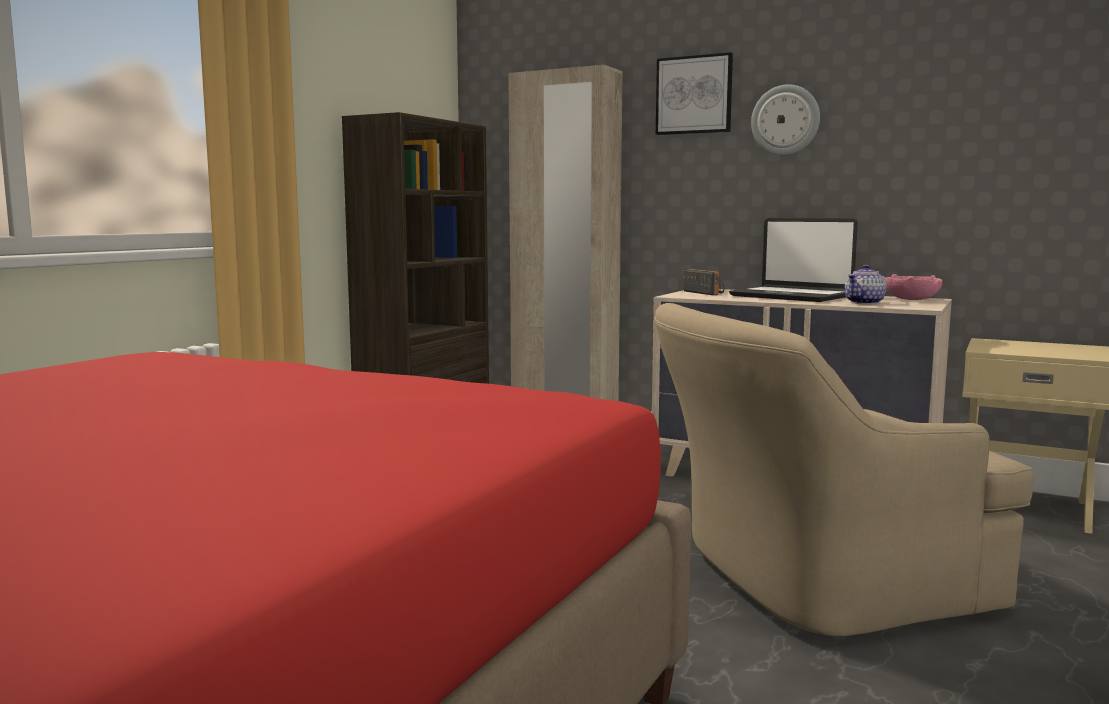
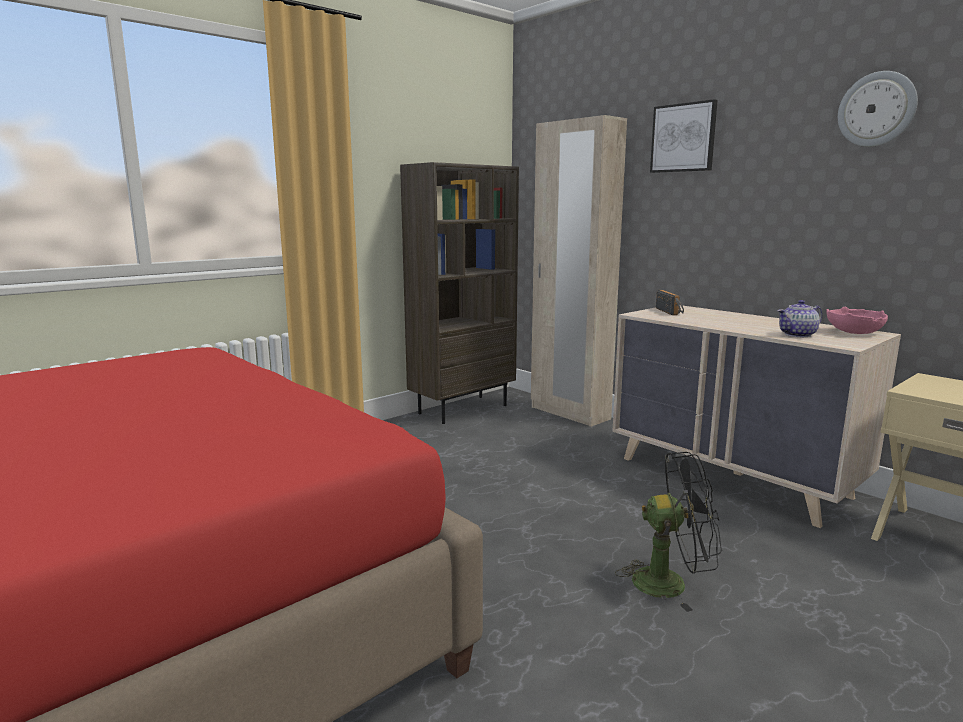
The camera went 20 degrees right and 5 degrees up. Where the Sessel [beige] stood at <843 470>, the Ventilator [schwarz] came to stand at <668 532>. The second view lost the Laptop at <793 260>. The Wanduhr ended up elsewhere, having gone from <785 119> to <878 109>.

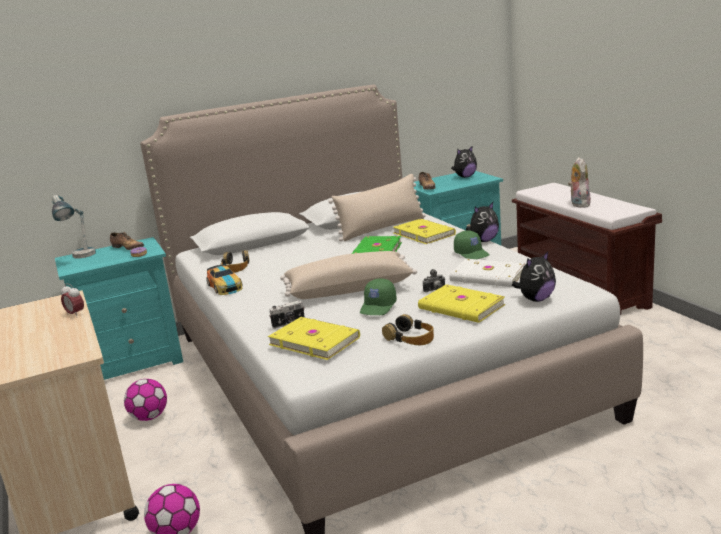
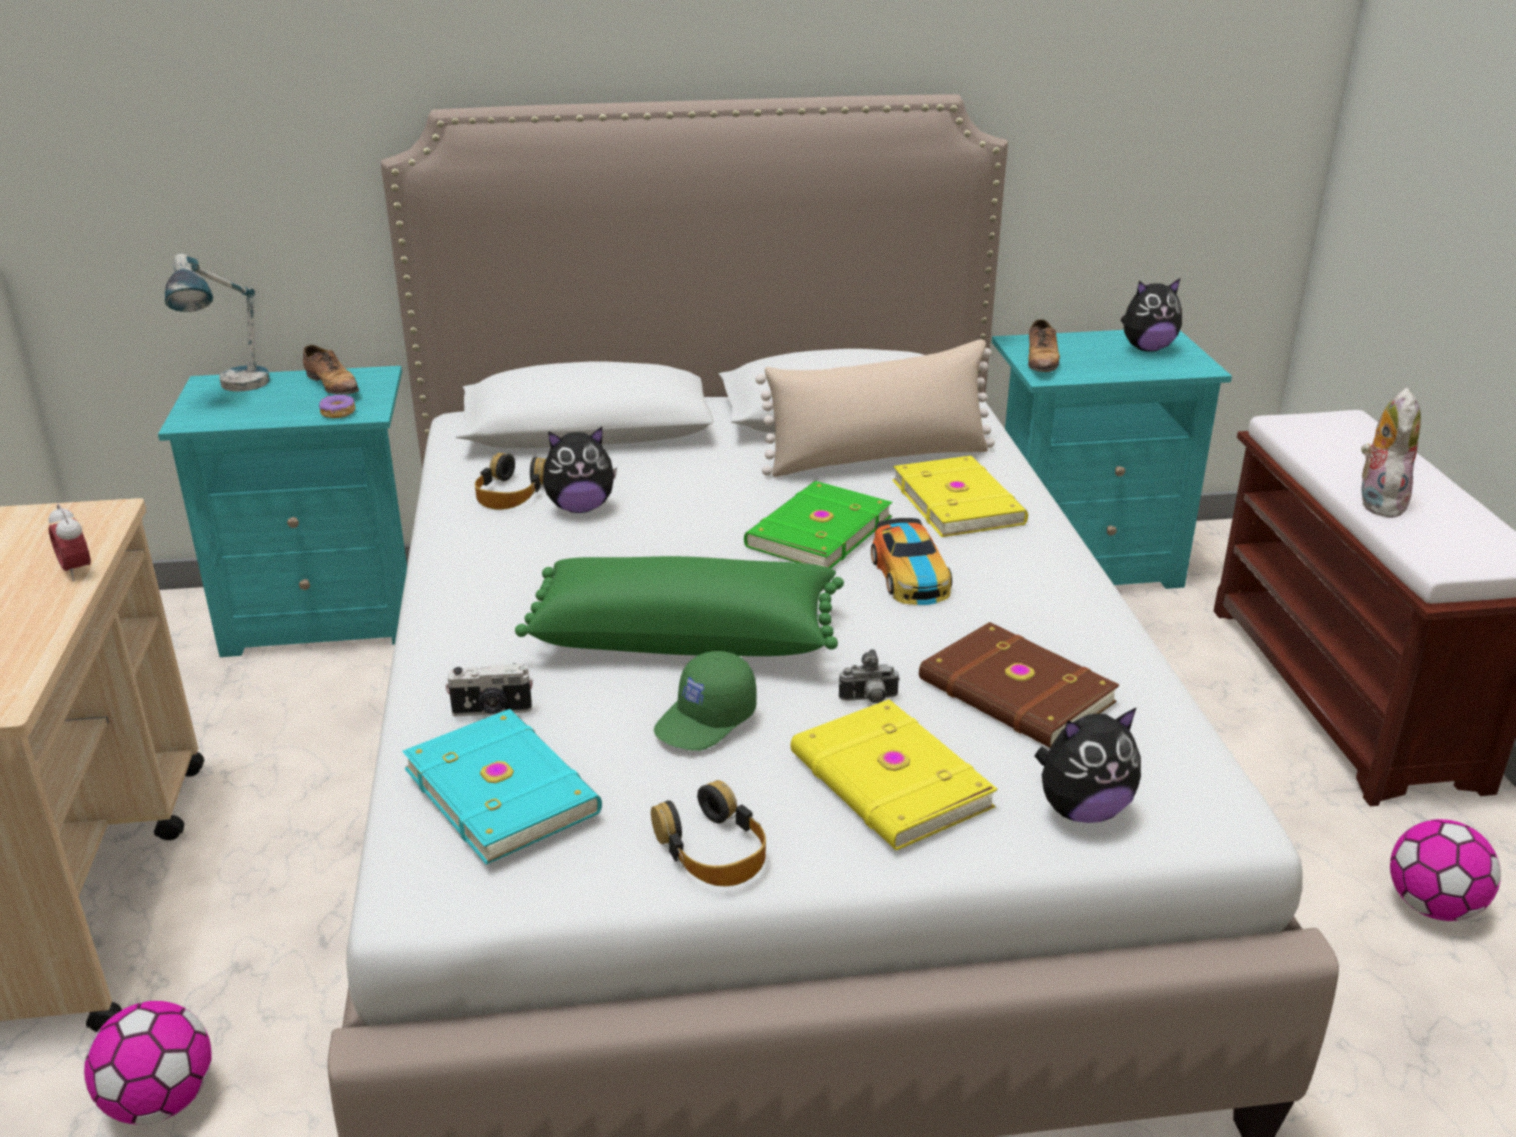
The camera went 15 degrees right and 10 degrees up. The Fußball ended up elsewhere, having gone from <145 400> to <1445 870>. The Spielzeugauto ended up elsewhere, having gone from <224 279> to <911 561>. What was the Buch [gelb] at <314 338> turned into the Buch [türkis] at <502 787>. What was the Kissen [beige] at <348 275> turned into the Kissen [grün] at <679 606>. What was the Buch [weiß] at <487 273> turned into the Buch [braun] at <1019 685>. The second view lost the Kappe [grün] at <471 244>. The Plüschtier ended up elsewhere, having gone from <482 222> to <580 470>.

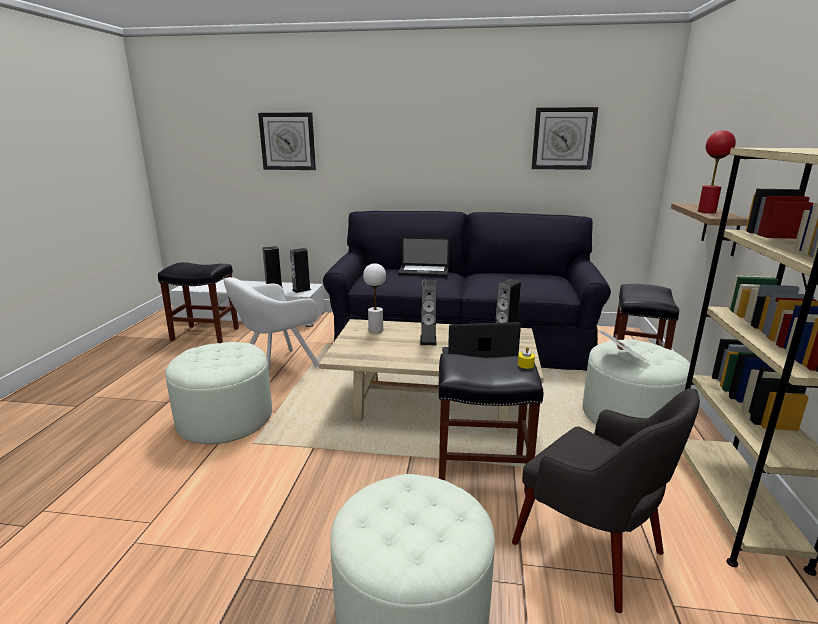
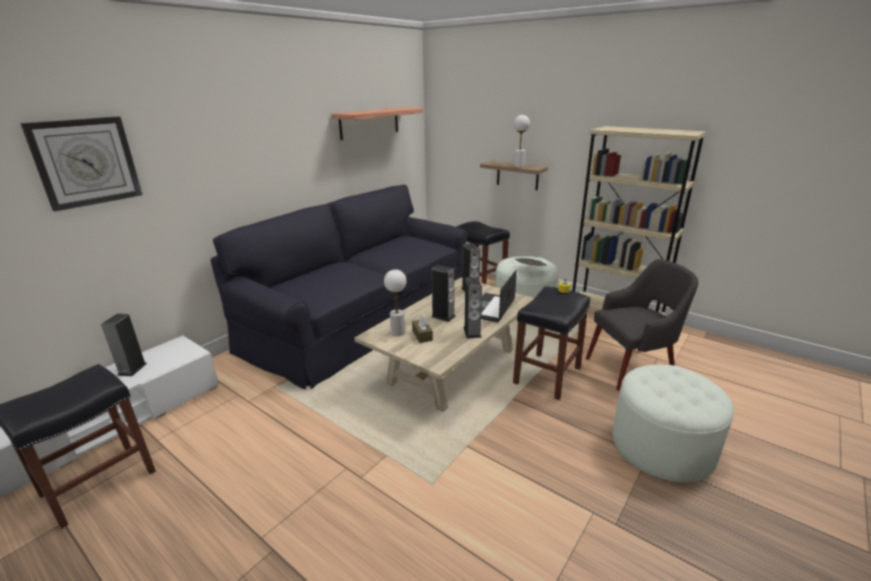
The camera went 60 degrees left and 5 degrees up. The second view lost the Polsterhocker [weiß] at <218 393>. The second view lost the Sessel [weiß] at <271 325>. The Lautsprecher ended up elsewhere, having gone from <300 270> to <472 307>. The second view lost the Laptop at <424 257>. Where the Wanduhr hung at <565 138>, the Wandregal came to hang at <377 123>. What was the Tischlampe [rot] at <717 171> turned into the Tischlampe [weiß] at <522 141>. The second view gained the Taschentuchbox [braun] at <422 329>.

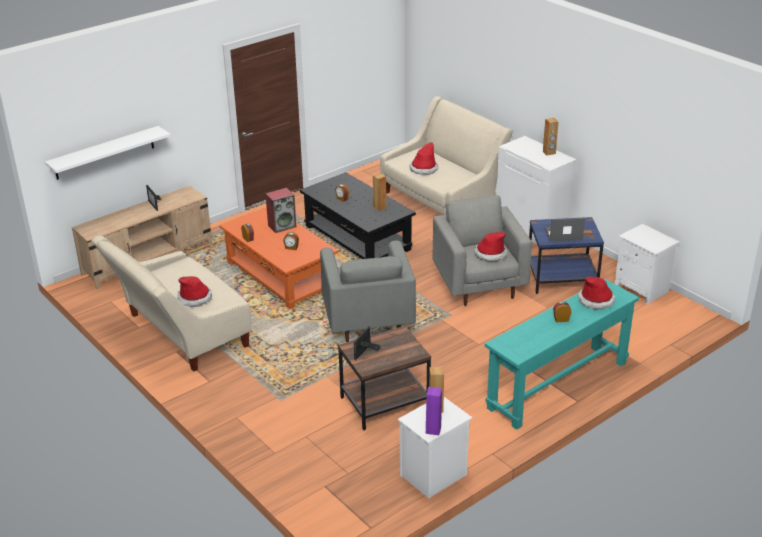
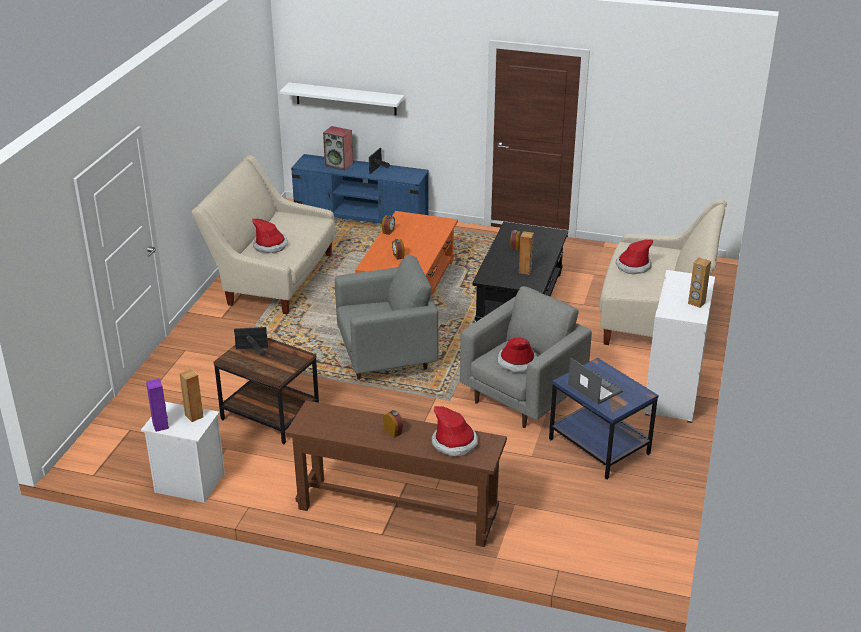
The camera went 55 degrees right and 0 degrees up. What was the Fernsehschrank [beige] at <142 237> turned into the Fernsehschrank [blau] at <360 189>. The Lautsprecher ended up elsewhere, having gone from <280 210> to <338 148>. The Sessel [grau] at <368 291> ended up facing another way, 150 degrees counterclockwise from before. What was the Konsolentisch [türkis] at <562 354> turned into the Konsolentisch [braun] at <396 473>. The second view lost the Nachttisch [weiß] at <647 264>.

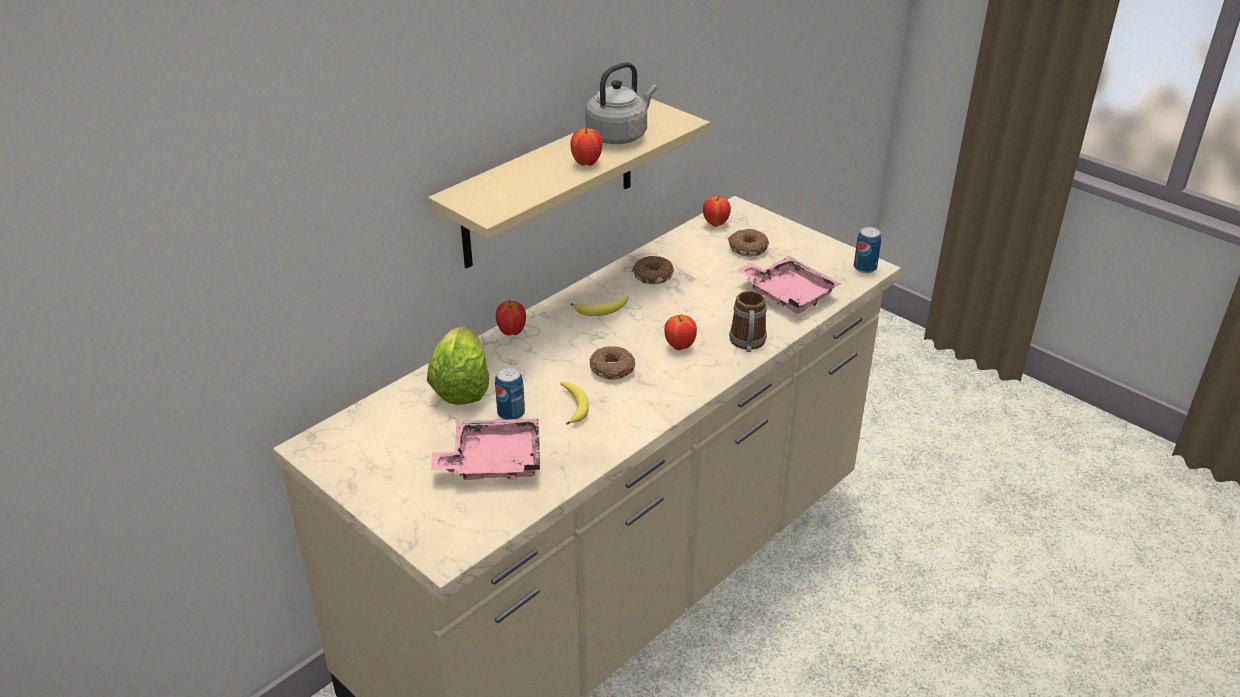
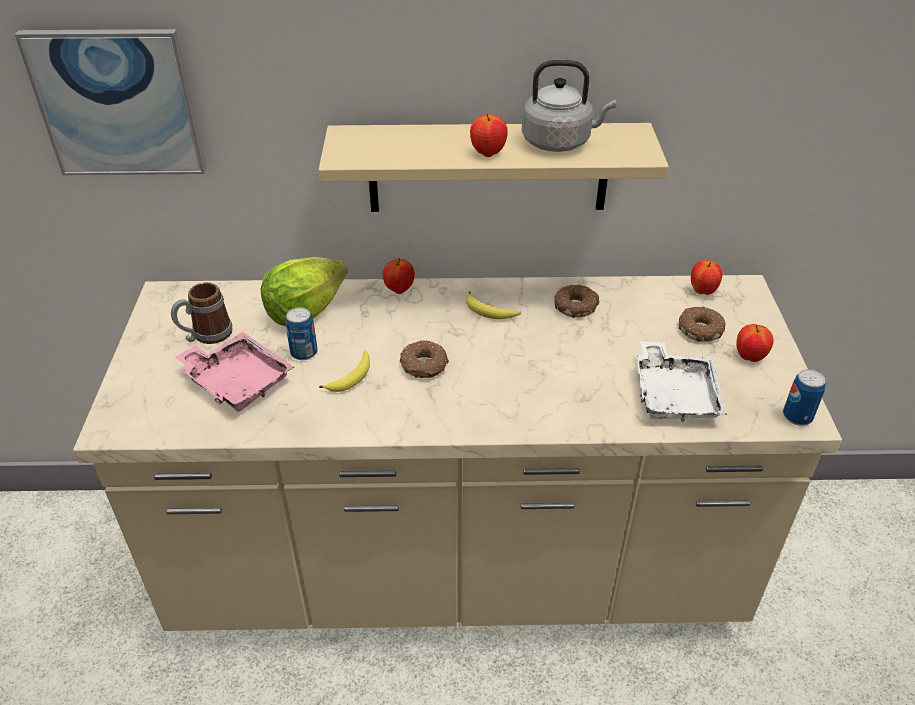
The camera went 45 degrees right and 5 degrees up. The Apfel ended up elsewhere, having gone from <680 332> to <755 343>. The Henkelbecher ended up elsewhere, having gone from <748 321> to <201 313>. What was the Tablett [rosa] at <788 284> turned into the Tablett [weiß] at <681 381>. The second view gained the Bild at <110 102>.

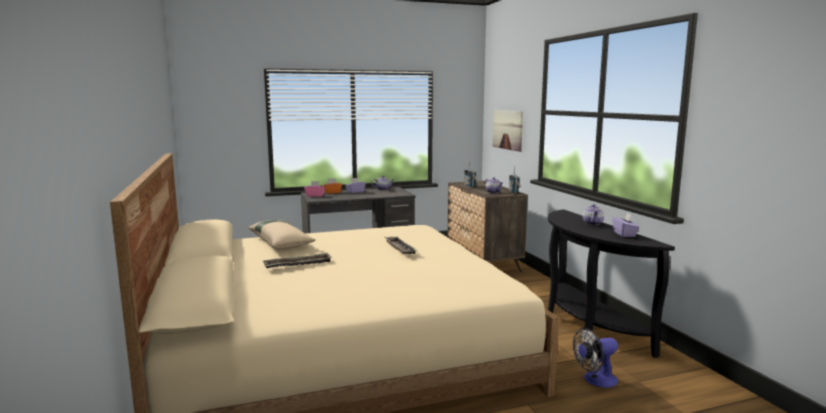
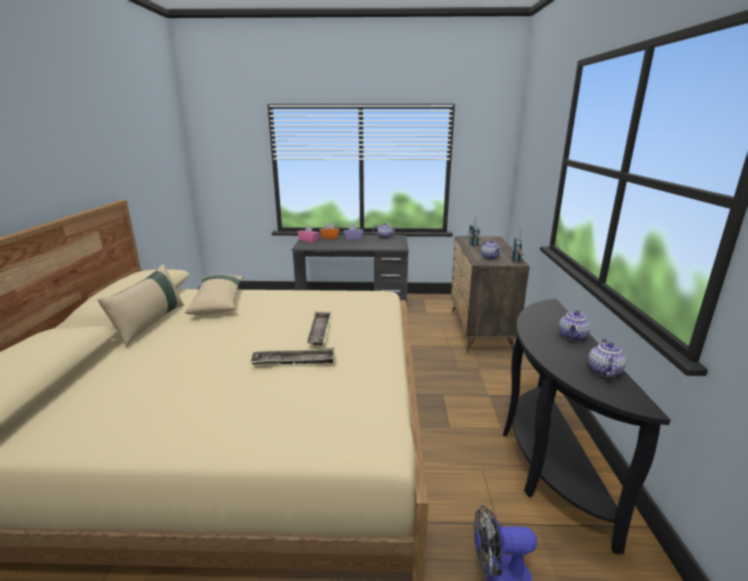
The camera went 20 degrees right and 10 degrees up. The Tablett ended up elsewhere, having gone from <297 260> to <292 356>. The second view lost the Bild at <508 131>. Where the Taschentuchbox [lila] stood at <626 225>, the Teekanne came to stand at <607 357>. The second view gained the Kissen [beige] at <140 305>.

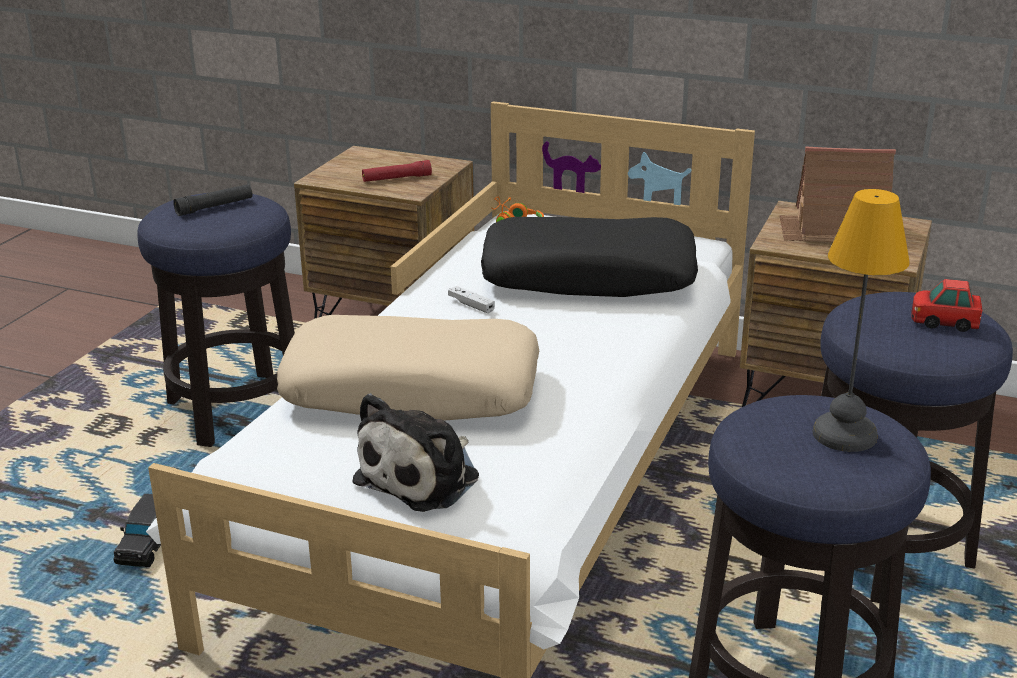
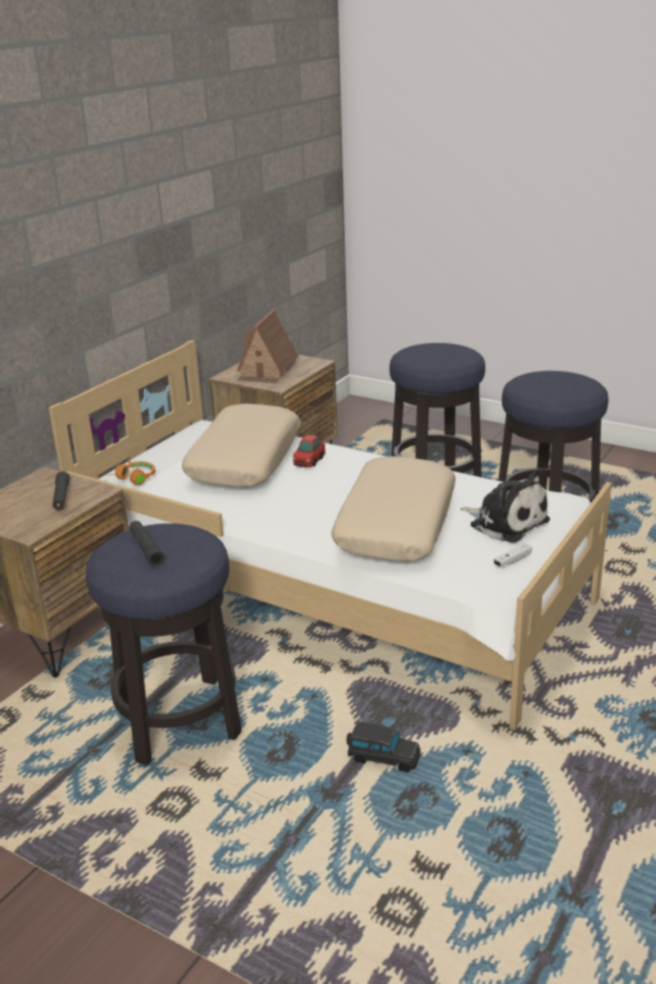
The camera went 80 degrees left and 0 degrees up. What was the Taschenlampe [rot] at <397 171> turned into the Taschenlampe [schwarz] at <61 490>. The Gamepad [weiß] ended up elsewhere, having gone from <471 299> to <513 555>. What was the Kissen [schwarz] at <589 257> turned into the Kissen [beige] at <241 445>. The second view lost the Tischlampe at <861 320>. The Spielzeugauto ended up elsewhere, having gone from <946 305> to <309 451>.

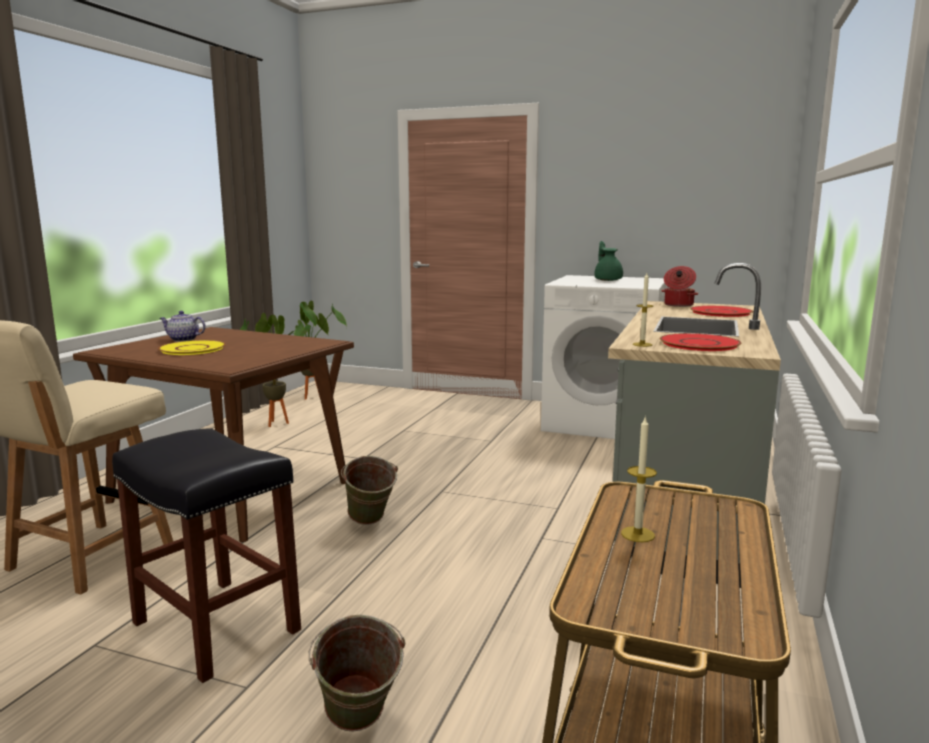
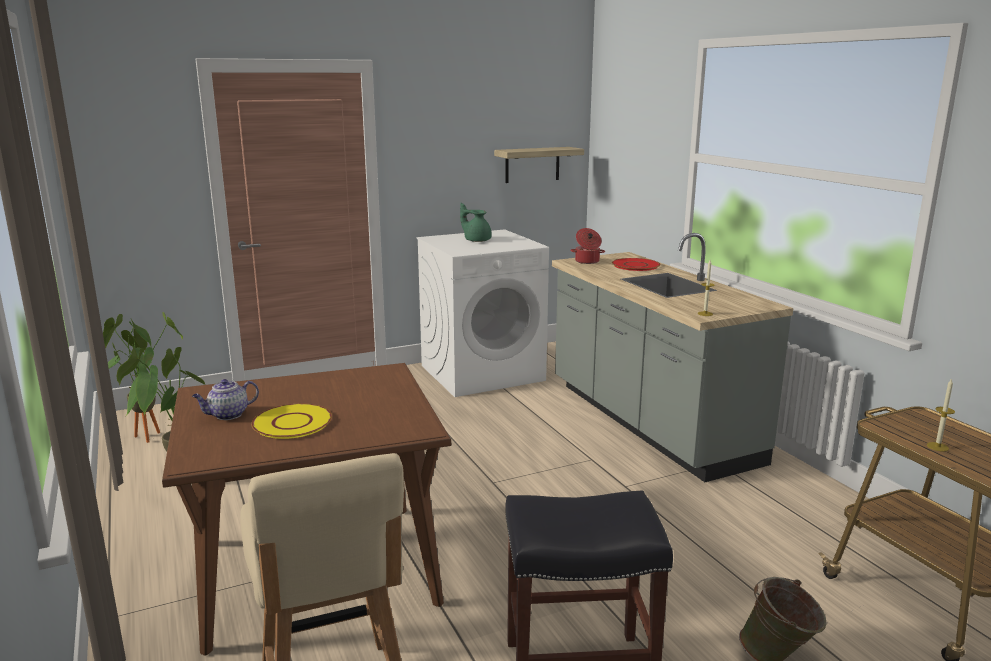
The camera went 45 degrees left and 5 degrees up. The second view lost the Eimer [grün] at <369 490>. The second view lost the Teller [rot] at <700 342>. The second view gained the Wandregal at <539 165>.

